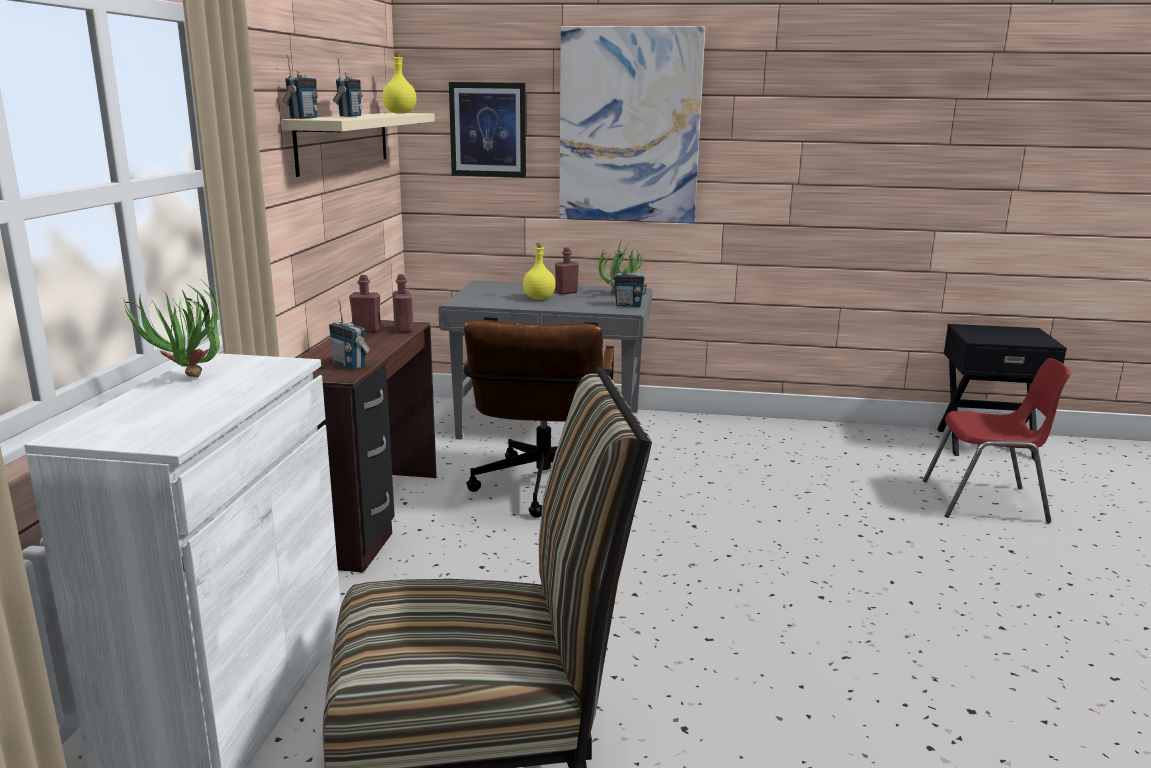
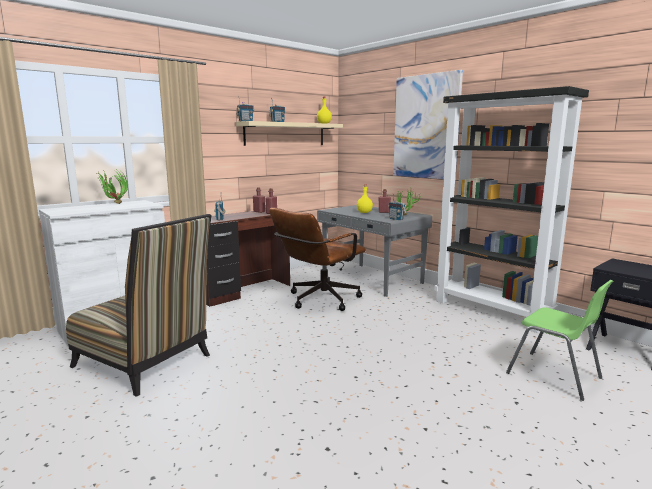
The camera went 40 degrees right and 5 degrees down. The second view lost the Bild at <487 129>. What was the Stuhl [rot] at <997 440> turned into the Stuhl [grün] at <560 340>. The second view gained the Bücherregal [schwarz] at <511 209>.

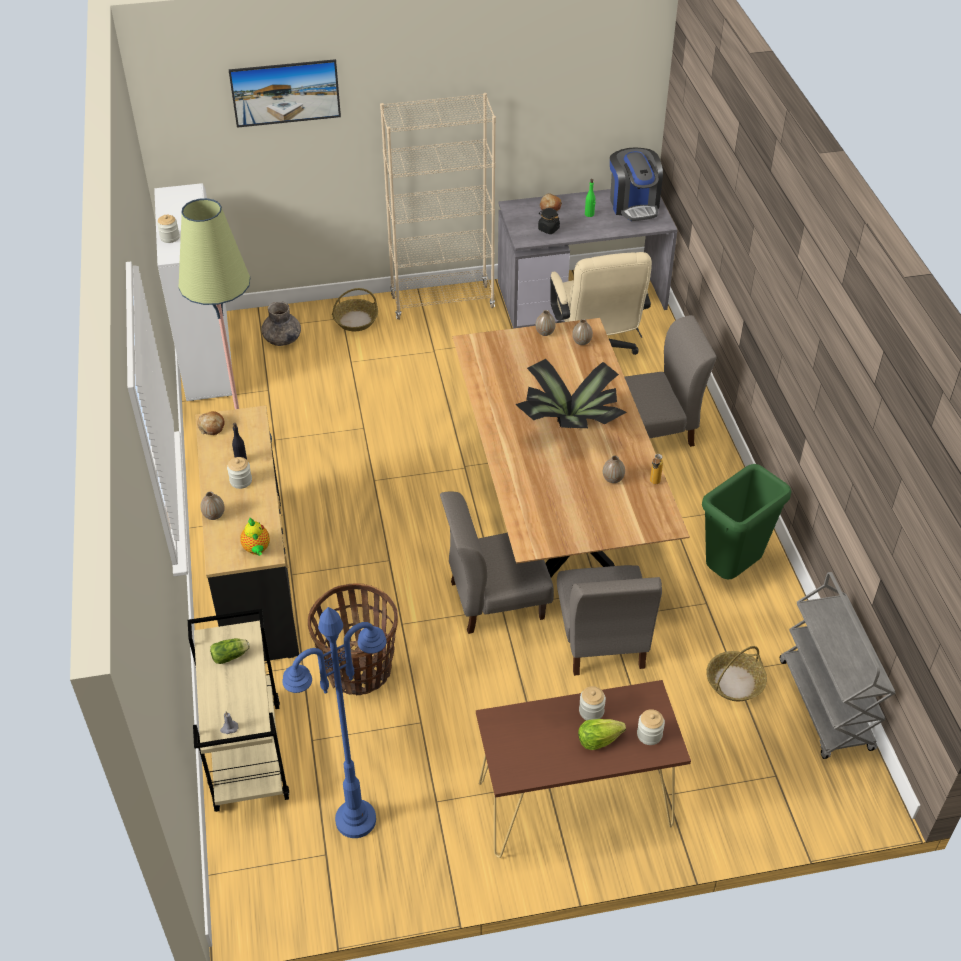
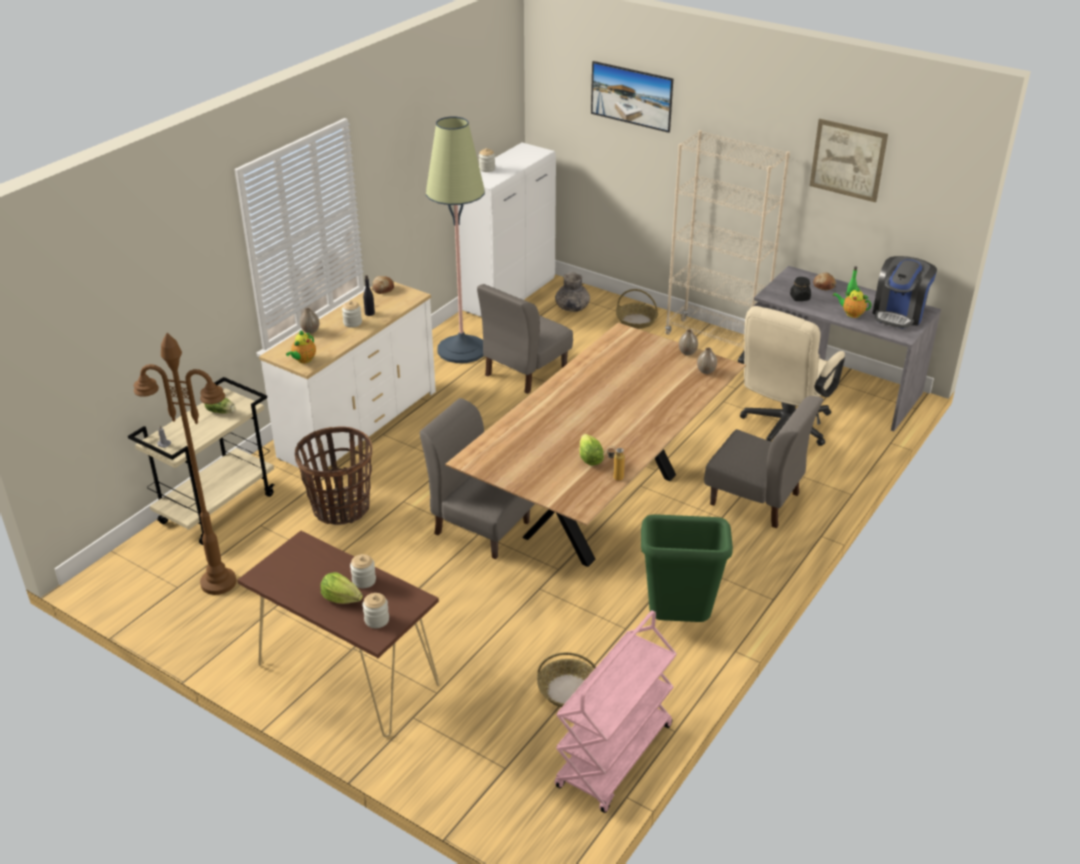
The camera went 45 degrees right and 10 degrees down. What was the Kommode [schwarz] at <247 533> turned into the Kommode [weiß] at <347 379>. What was the Stehlampe [blau] at <334 722> turned into the Stehlampe [braun] at <185 464>. The second view lost the Topfpflanze at <571 394>. The Stuhl [grau] ended up elsewhere, having gone from <609 620> to <525 339>. Where the Vase stood at <614 469>, the Salatkopf came to stand at <591 450>. What was the Rollwagen [grau] at <837 665> turned into the Rollwagen [rosa] at <616 711>. The second view gained the Bild at <849 160>. The second view gained the Teekanne at <852 302>.

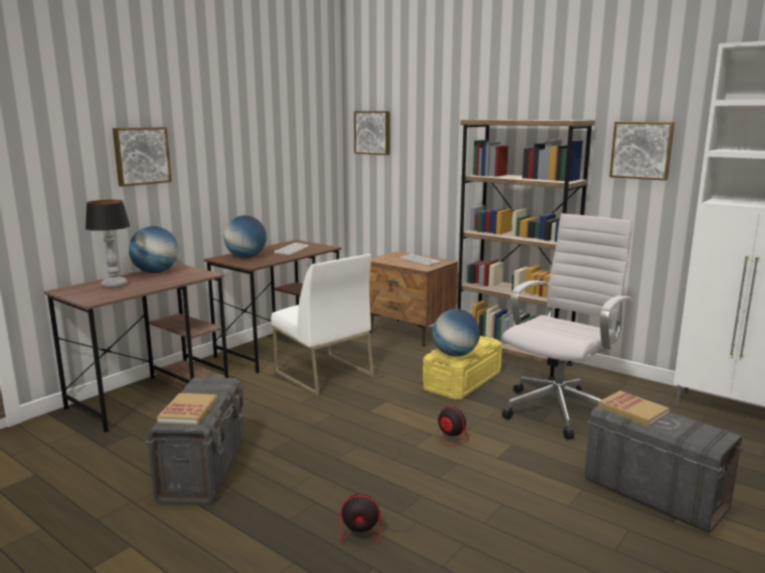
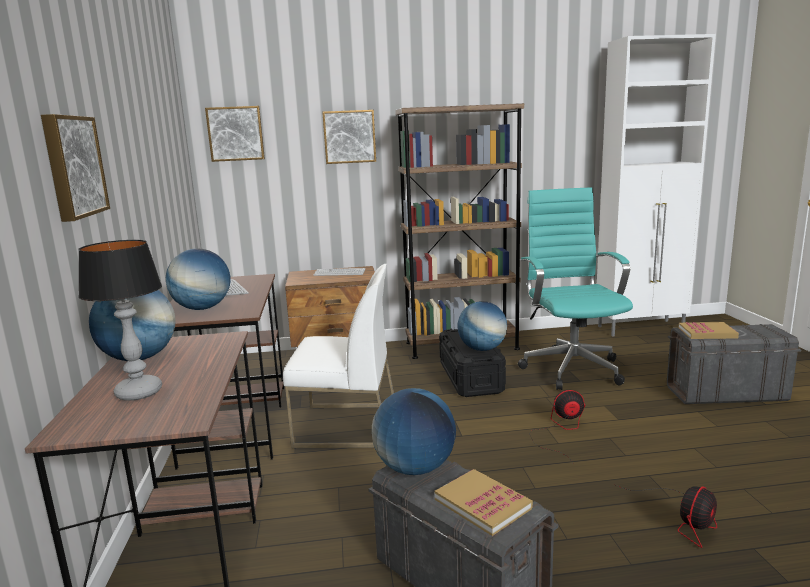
The camera went 45 degrees left and 0 degrees up. What was the Aufbewahrungsbox [gelb] at <462 368> turned into the Aufbewahrungsbox [schwarz] at <472 363>. What was the Bürostuhl [weiß] at <567 326> turned into the Bürostuhl [türkis] at <575 288>. The Bild ended up elsewhere, having gone from <642 151> to <349 137>. The second view gained the Globus at <414 431>.

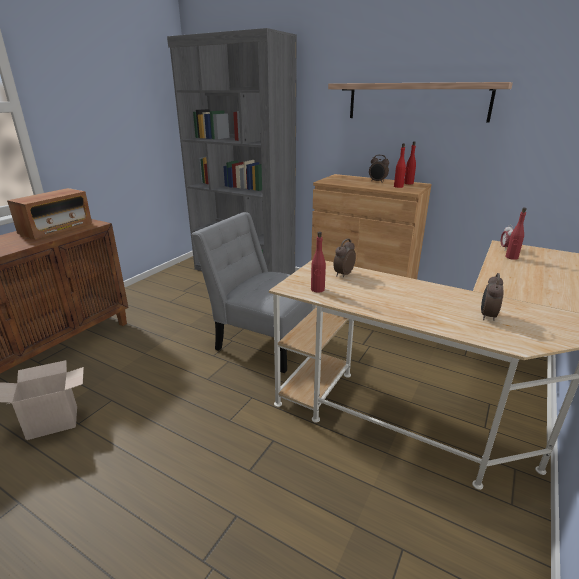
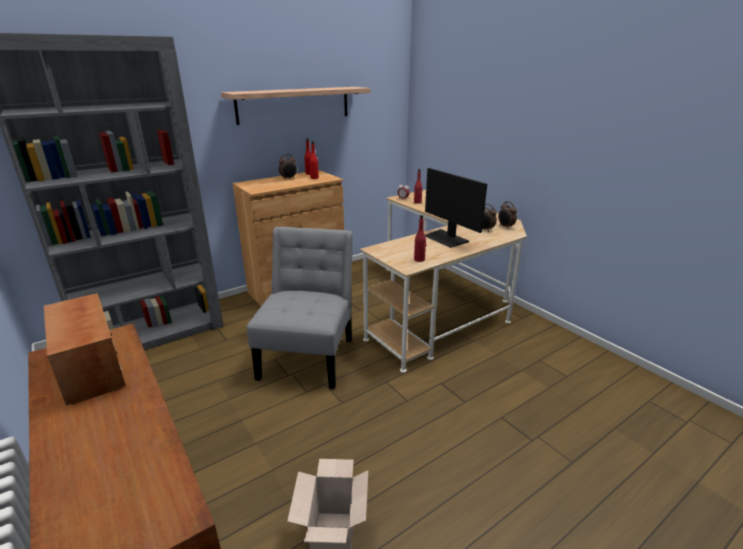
The camera went 65 degrees left and 0 degrees up. The Stuhl [grau] at <252 292> ended up facing another way, 135 degrees clockwise from before. The Wecker ended up elsewhere, having gone from <345 258> to <507 214>. The second view gained the Monitor at <456 208>.

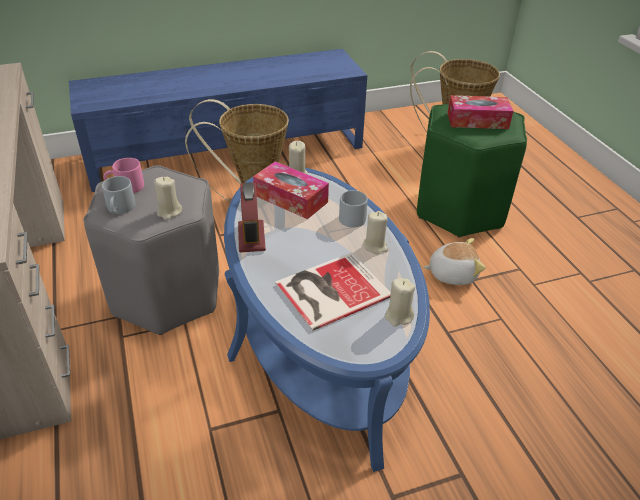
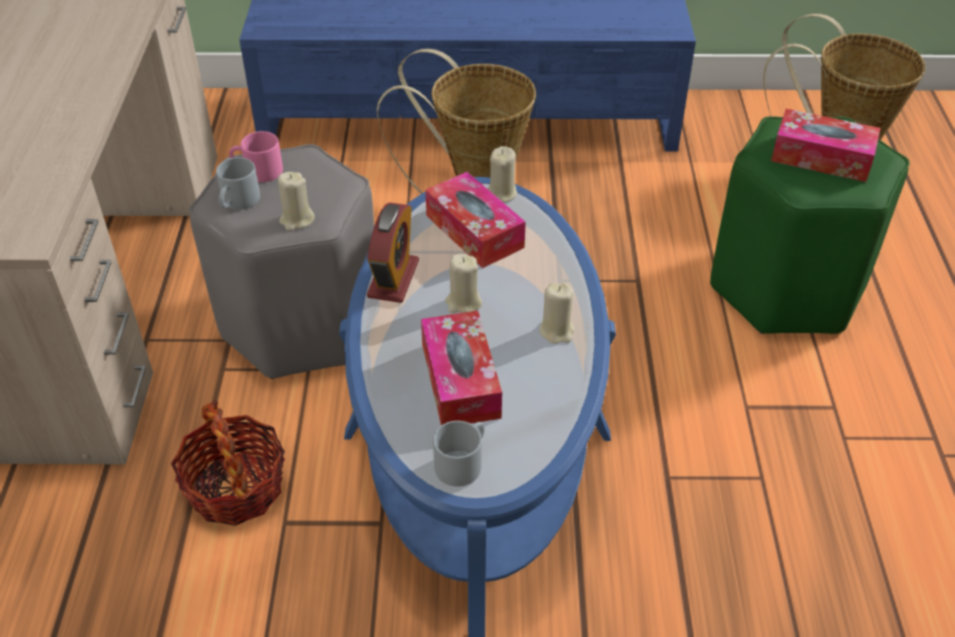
The camera went 20 degrees right and 5 degrees up. Where the Buch stood at <333 291>, the Taschentuchbox came to stand at <461 368>. The Henkelbecher [grau] ended up elsewhere, having gone from <353 208> to <459 454>. The Kerze [beige] ended up elsewhere, having gone from <400 302> to <463 283>. The second view lost the Plüschtier at <454 261>. The second view gained the Korb at <228 463>.

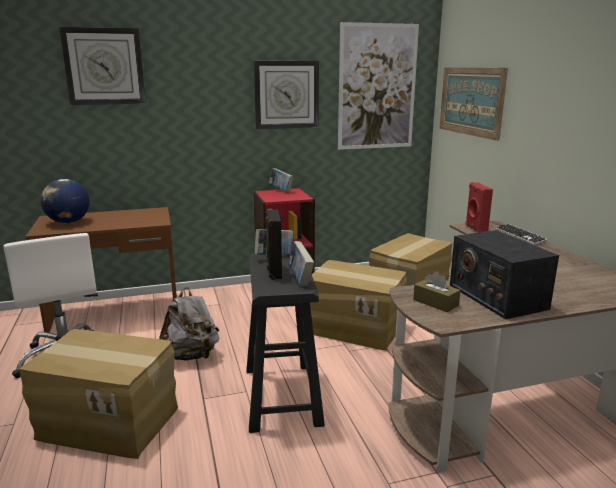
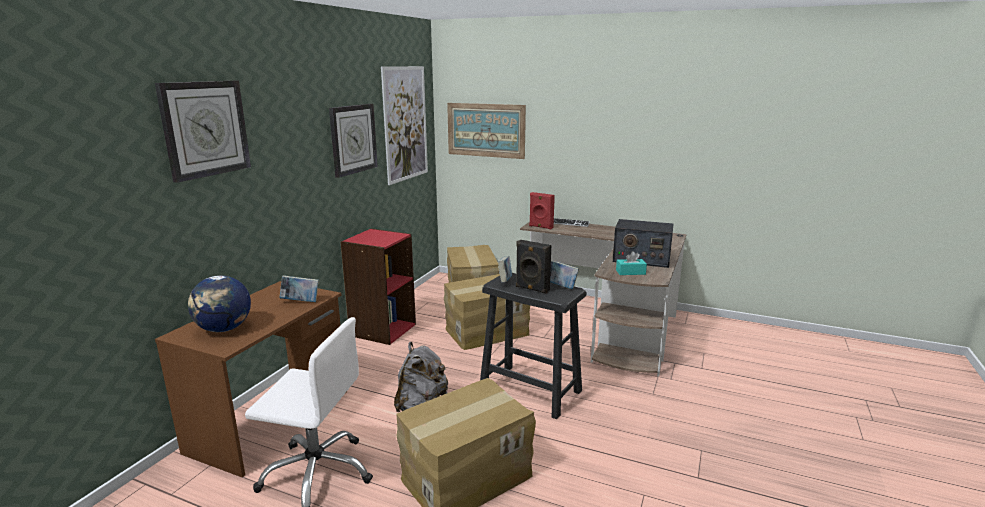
The camera went 50 degrees left and 0 degrees up. The Buch ended up elsewhere, having gone from <281 180> to <299 288>. What was the Taschentuchbox [braun] at <437 291> turned into the Taschentuchbox [türkis] at <631 263>.

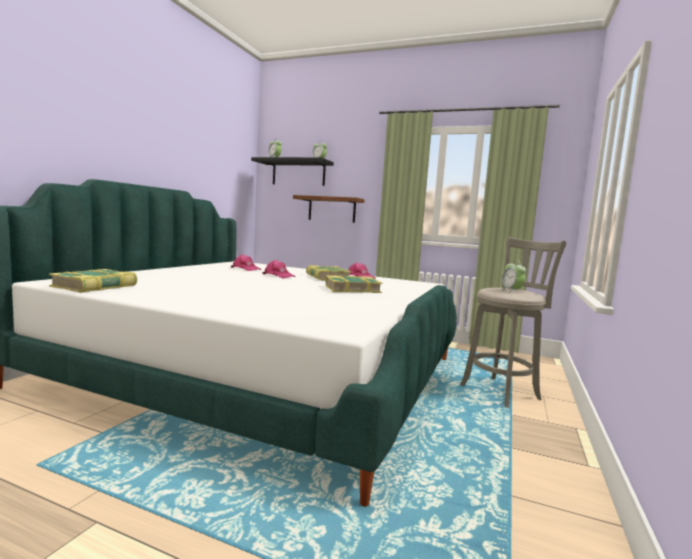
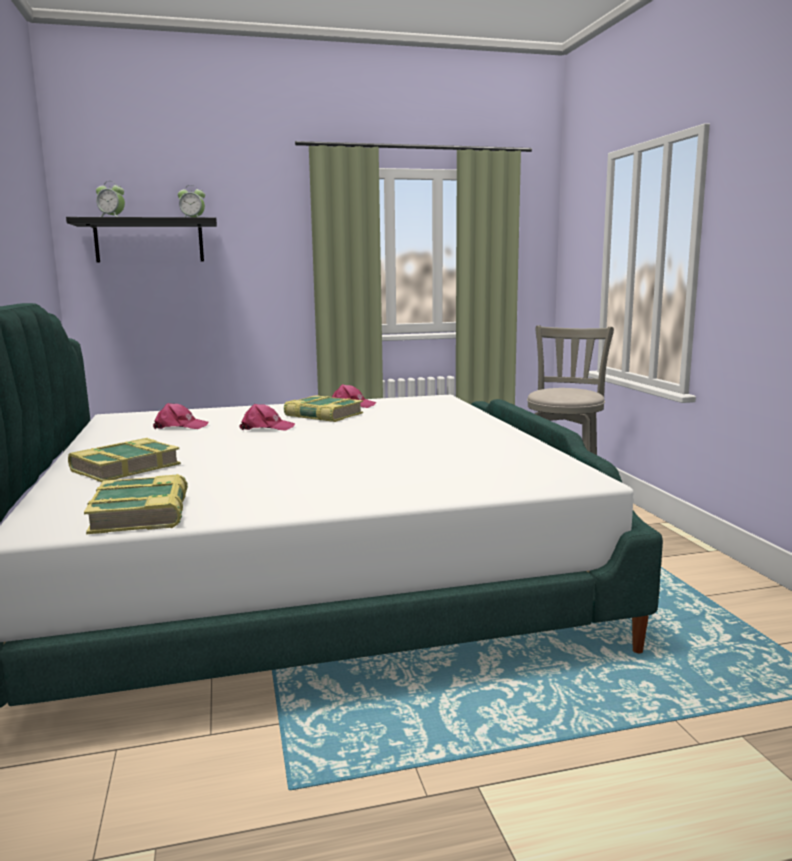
The camera went 35 degrees left and 5 degrees up. The second view lost the Wandregal at <329 209>. The Buch ended up elsewhere, having gone from <354 284> to <124 460>. The second view lost the Wecker at <513 276>.

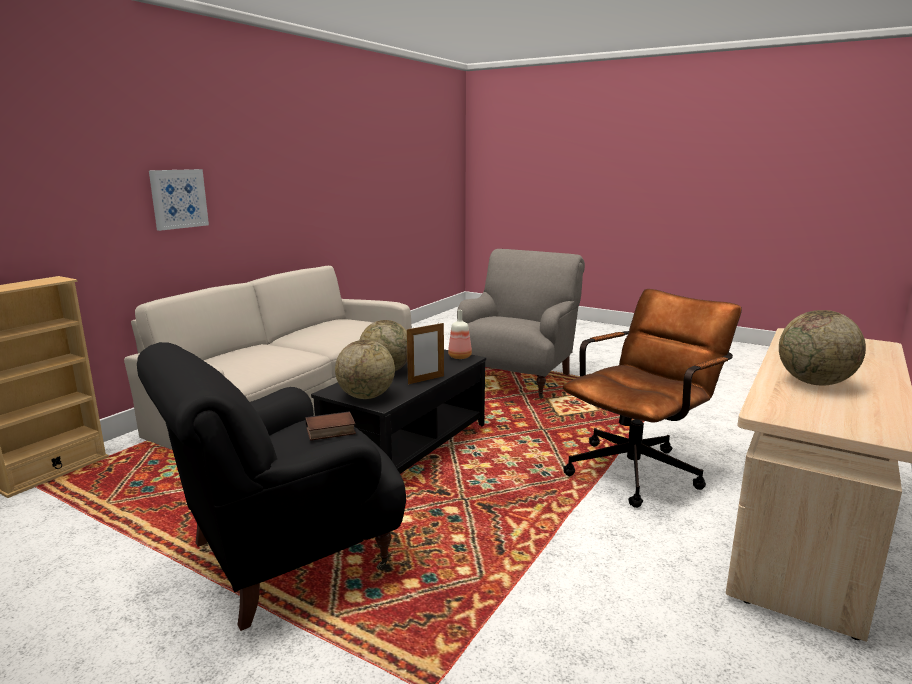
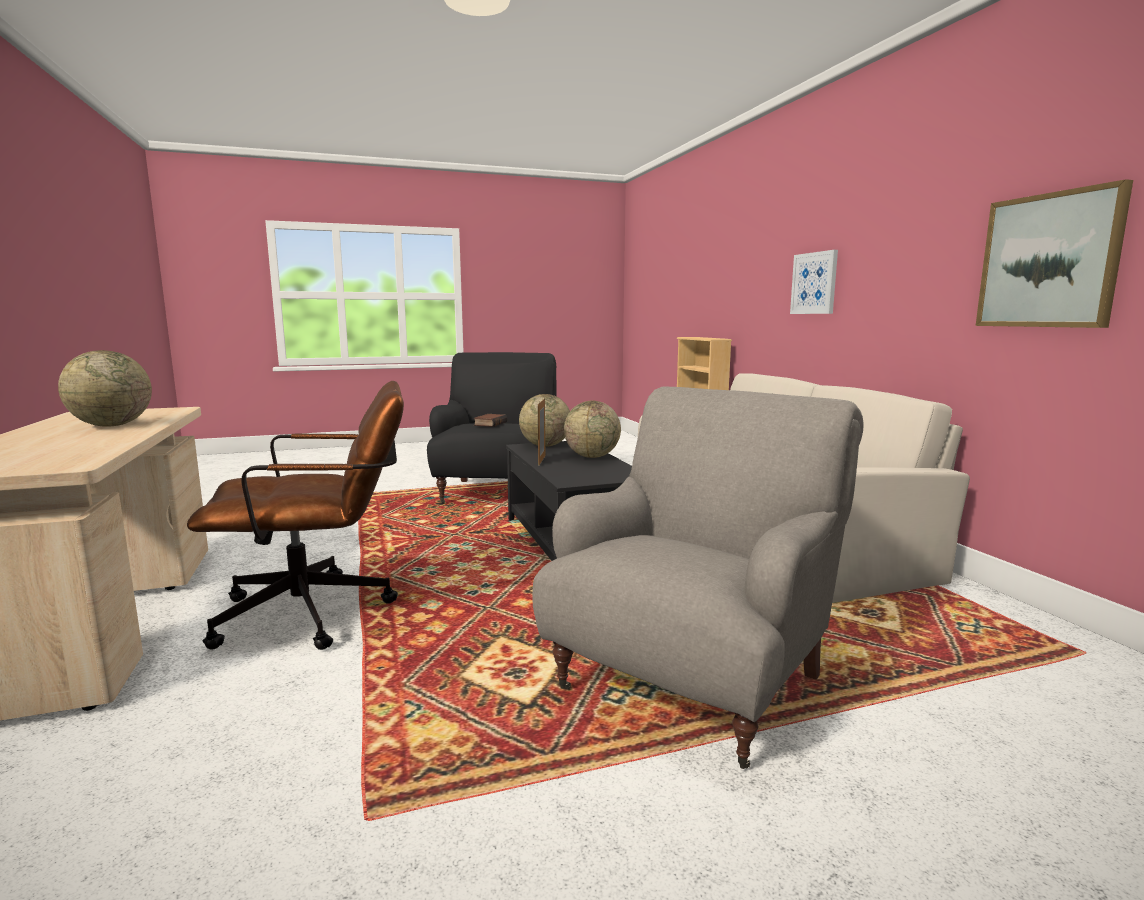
The camera went 130 degrees right and 5 degrees down. The second view lost the Flasche at <460 334>. The Sessel [grau] at <521 323> ended up facing another way, 120 degrees counterclockwise from before. The Bürostuhl [braun] at <652 398> ended up facing another way, 105 degrees counterclockwise from before. The second view gained the Bild at <1054 253>.

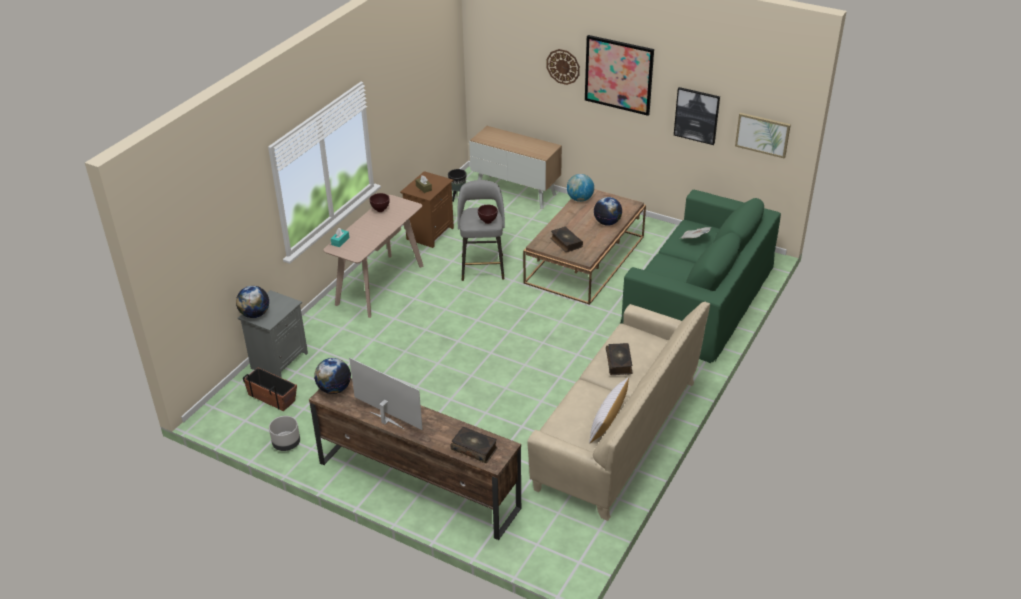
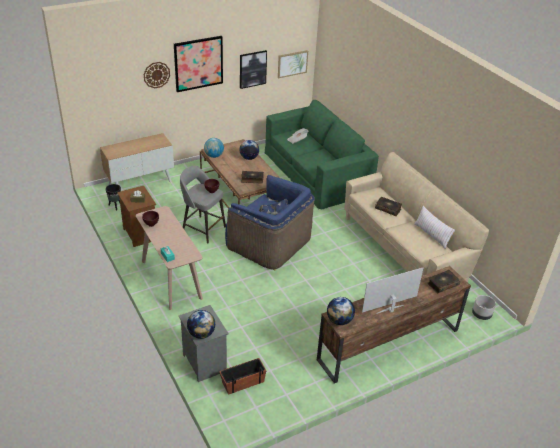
The camera went 60 degrees left and 0 degrees up. The Pflanzkübel [grau] ended up elsewhere, having gone from <284 433> to <484 307>. The second view gained the Sessel [blau] at <270 223>.

